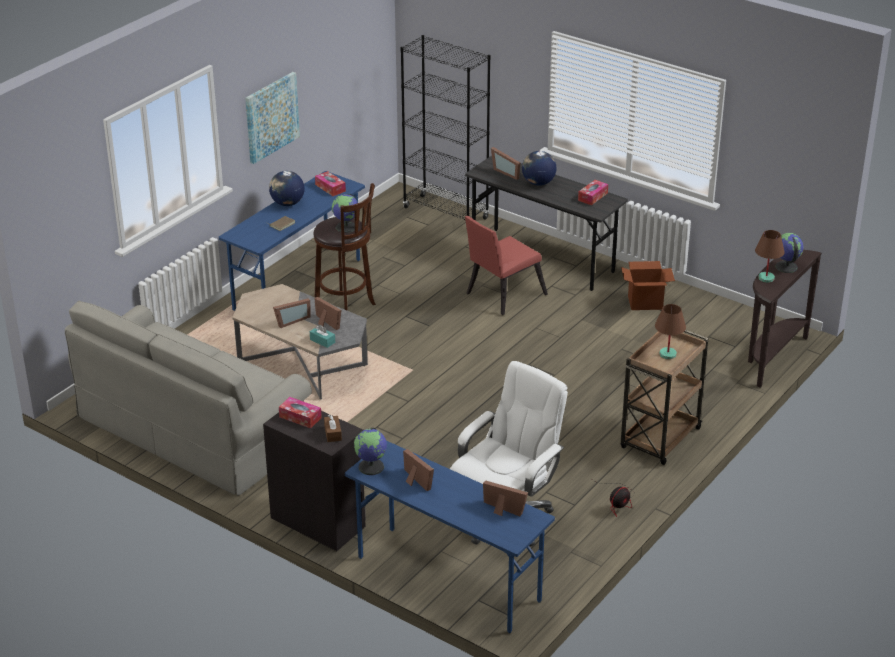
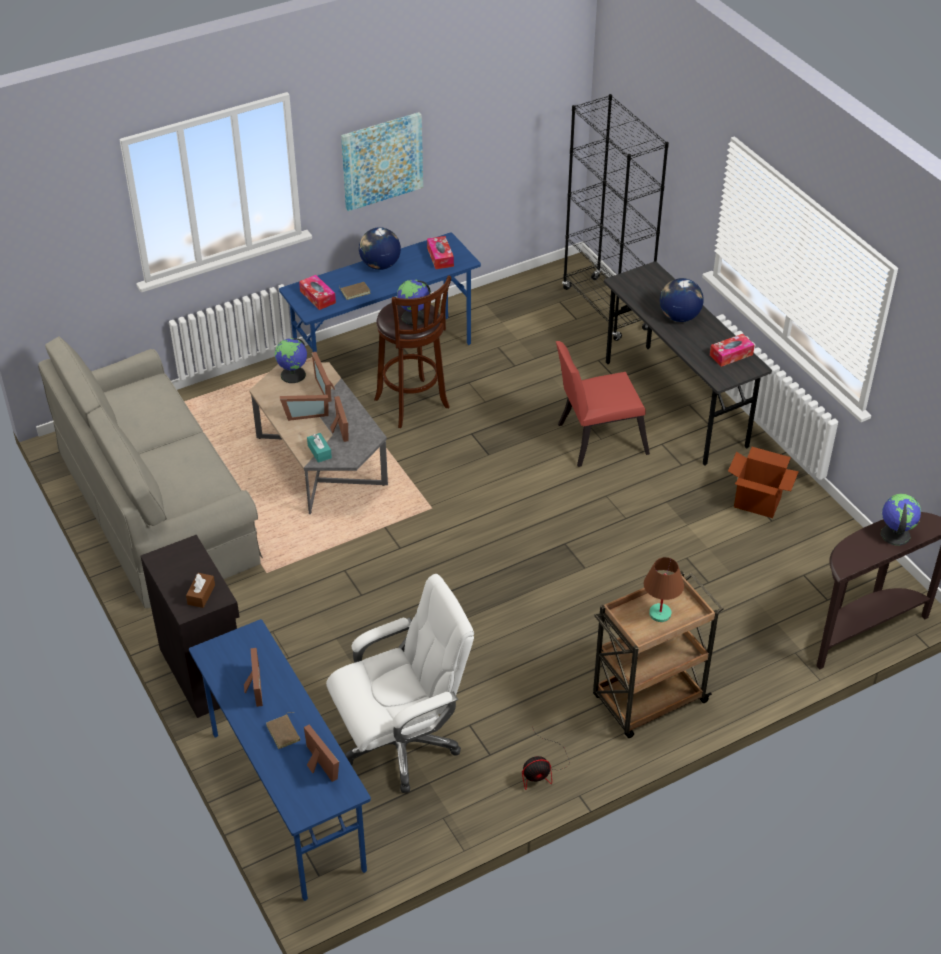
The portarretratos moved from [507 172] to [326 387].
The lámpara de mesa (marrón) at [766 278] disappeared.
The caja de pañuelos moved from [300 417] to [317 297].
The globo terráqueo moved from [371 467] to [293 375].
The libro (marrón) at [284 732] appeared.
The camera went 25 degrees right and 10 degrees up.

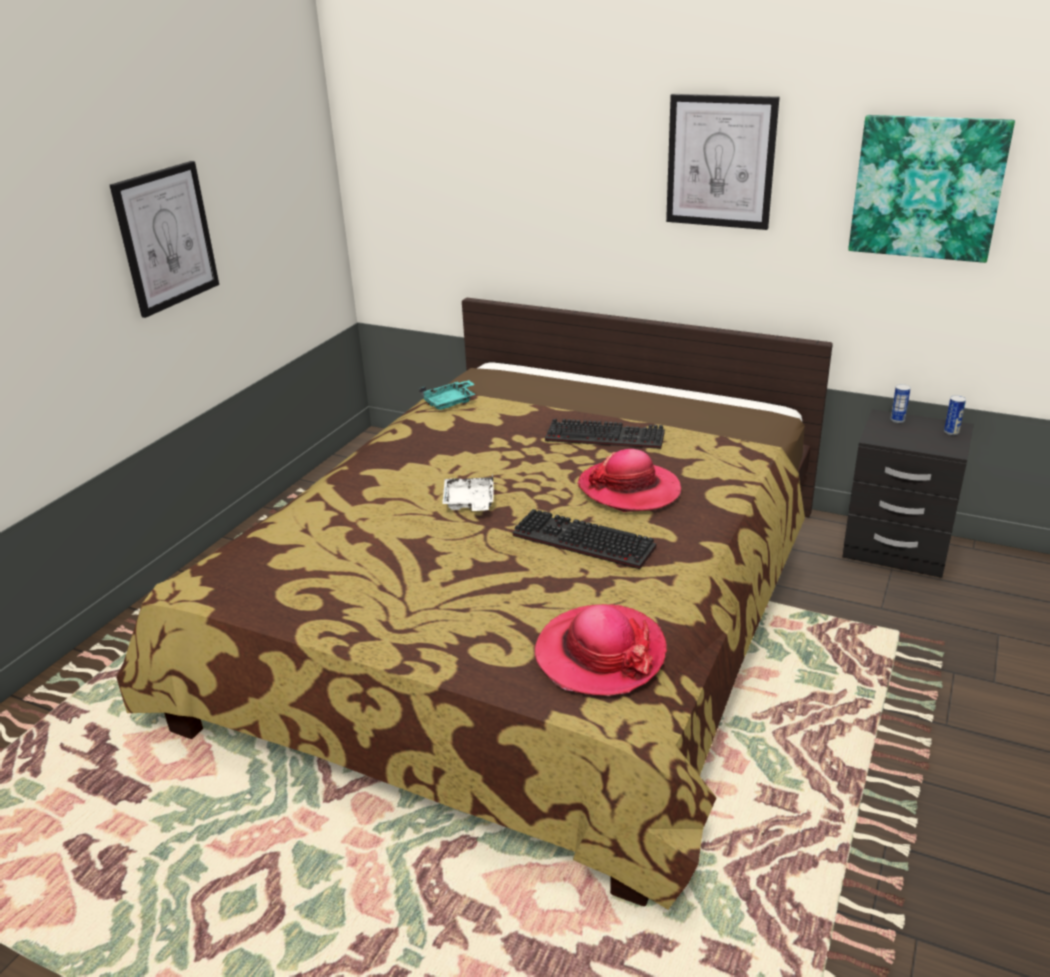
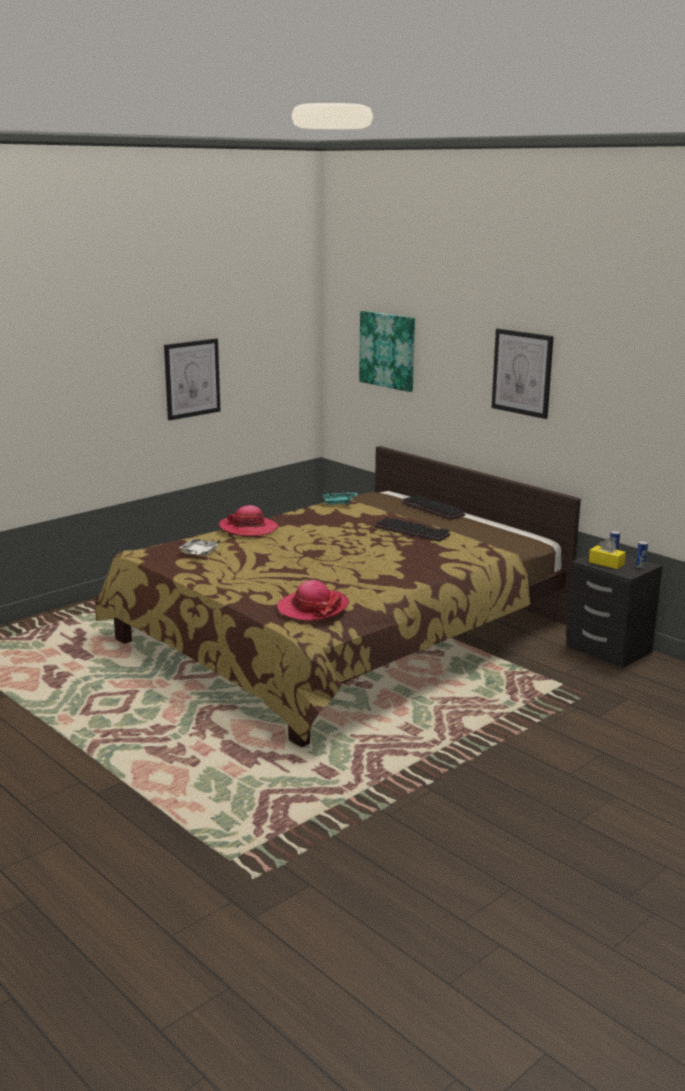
The cuadro moved from [927 187] to [388 350].
The sombrero moved from [629 489] to [248 529].
The bandeja (blanco) moved from [469 503] to [199 553].
The teclado moved from [580 542] to [431 509].
The caja de pañuelos (amarillo) at [606 563] appeared.
The camera went 20 degrees right and 10 degrees down.

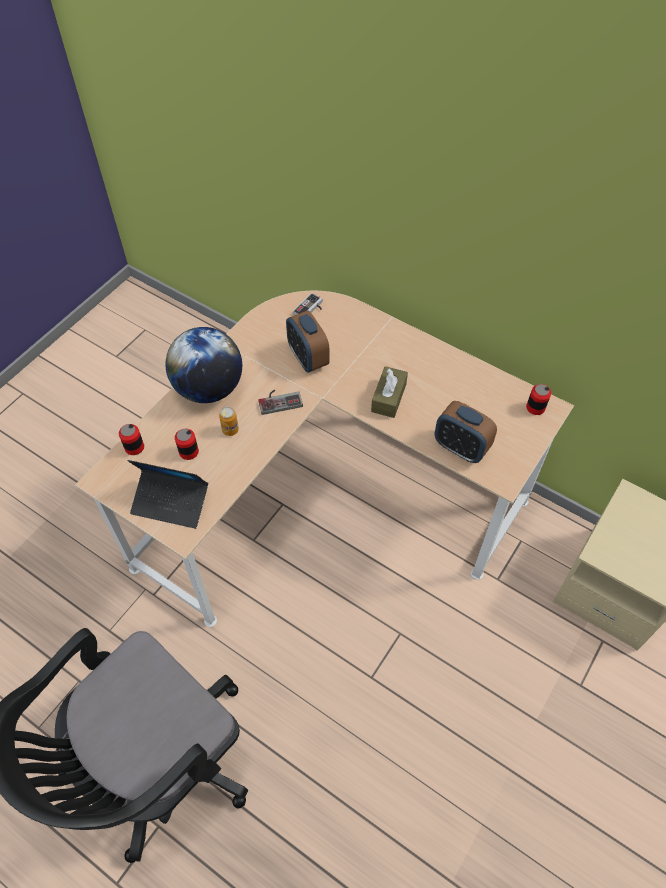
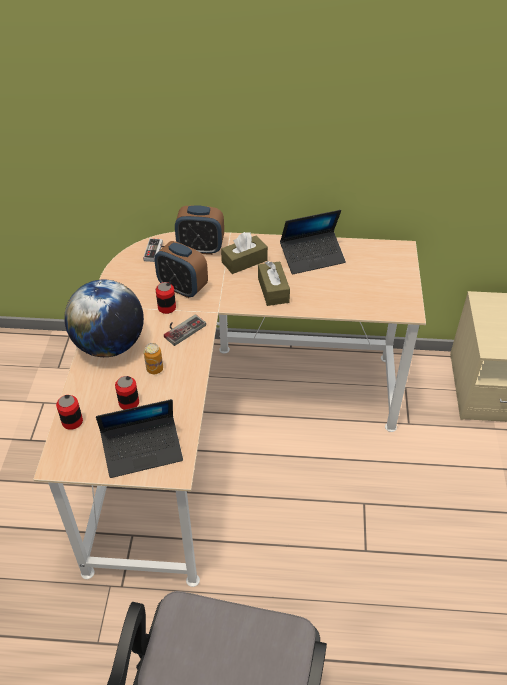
The lata moved from [535 408] to [167 308].
The despertador moved from [461 448] to [201 248].
The portátil at [312 257] appeared.
The caja de pañuelos (marrón) at [244 261] appeared.
The camera went 30 degrees left and 10 degrees down.

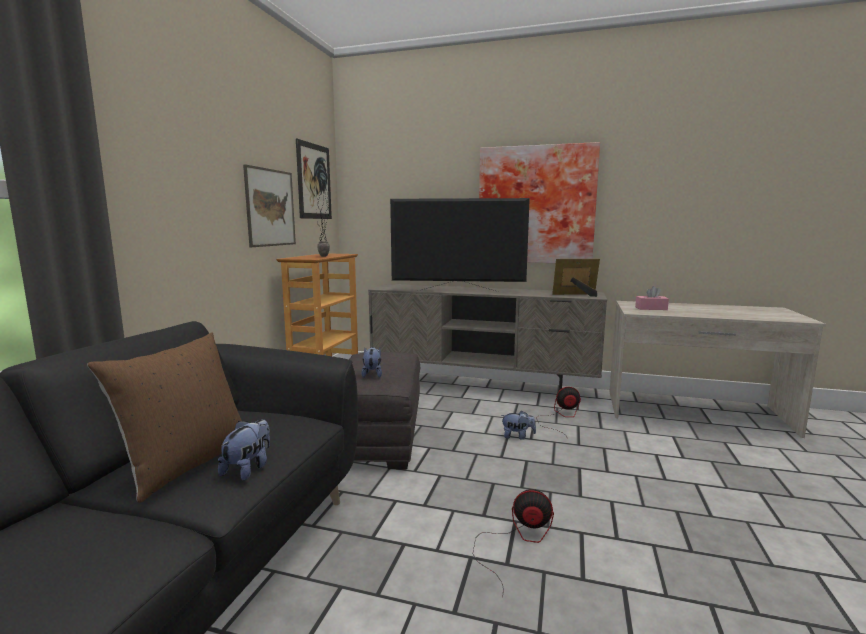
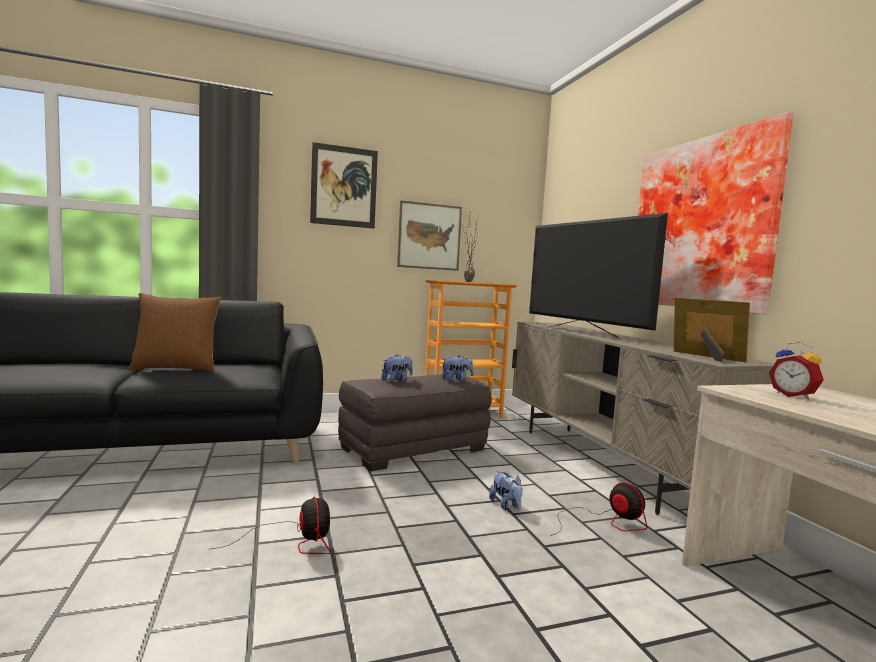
The cuadro moved from [314 181] to [344 186].
The caja de pañuelos (rosa) at [651 308] was replaced by the despertador at [794 396].
The peluche moved from [248 468] to [456 380].
The camera went 55 degrees right and 5 degrees down.

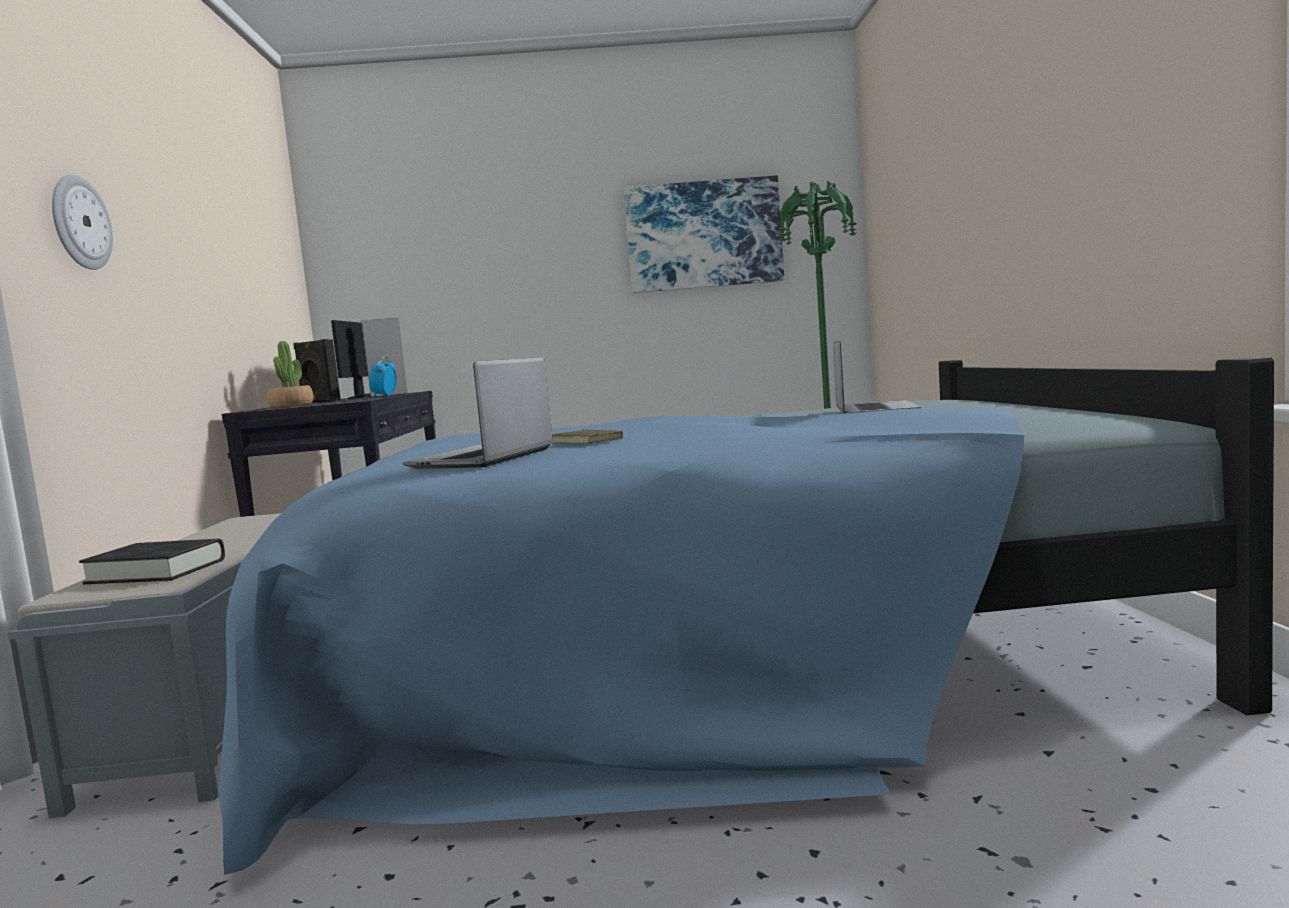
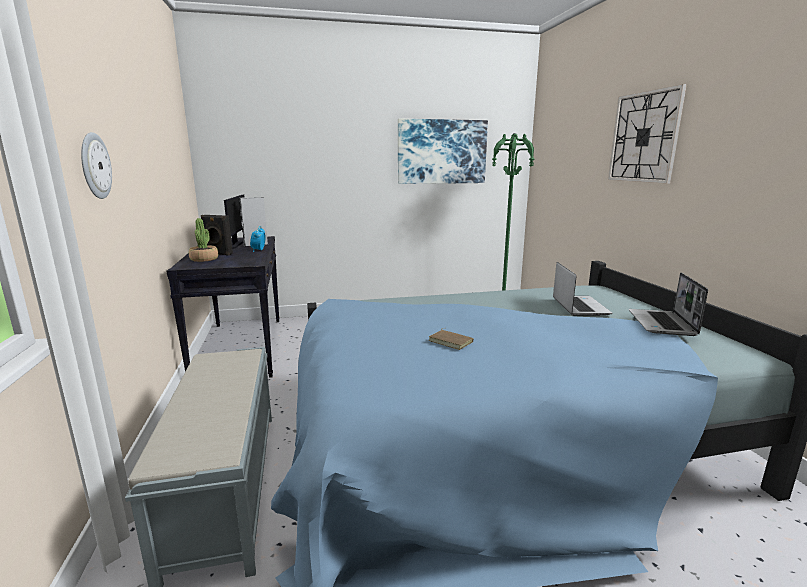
The portátil moved from [483 459] to [662 324].
The libro (negro) at [157 571] disappeared.
The reloj de pared at [644 137] appeared.
The camera went 10 degrees left and 10 degrees up.

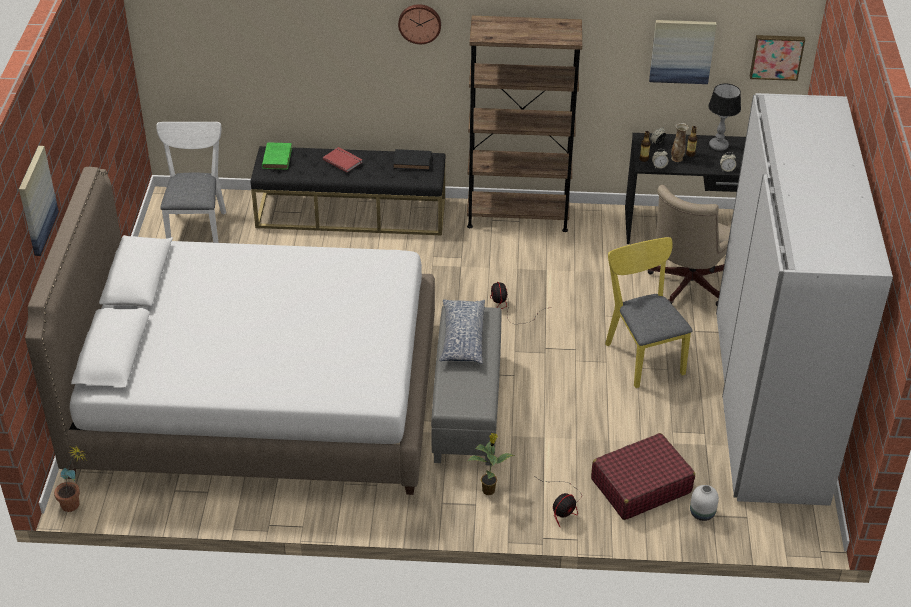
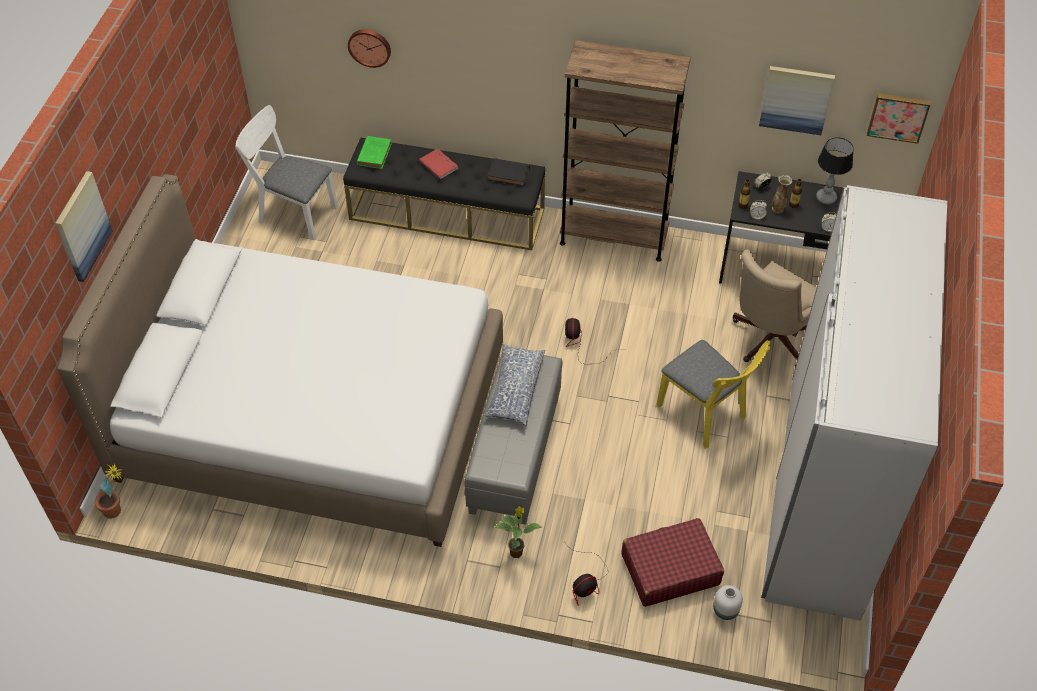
The reloj de pared moved from [419 23] to [370 47].
The silla (blanco) at [197 227] turned 75 degrees counterclockwise.
The silla (amarillo) at [642 354] turned 150 degrees clockwise.
The camera went 10 degrees right and 10 degrees up.

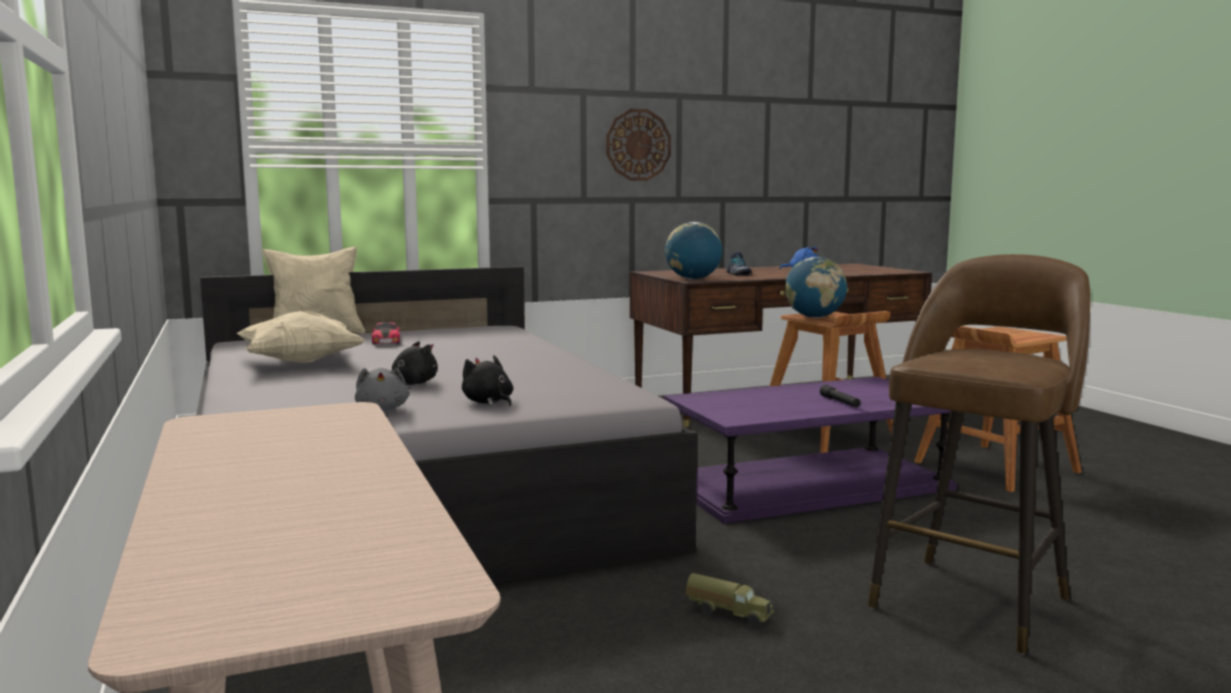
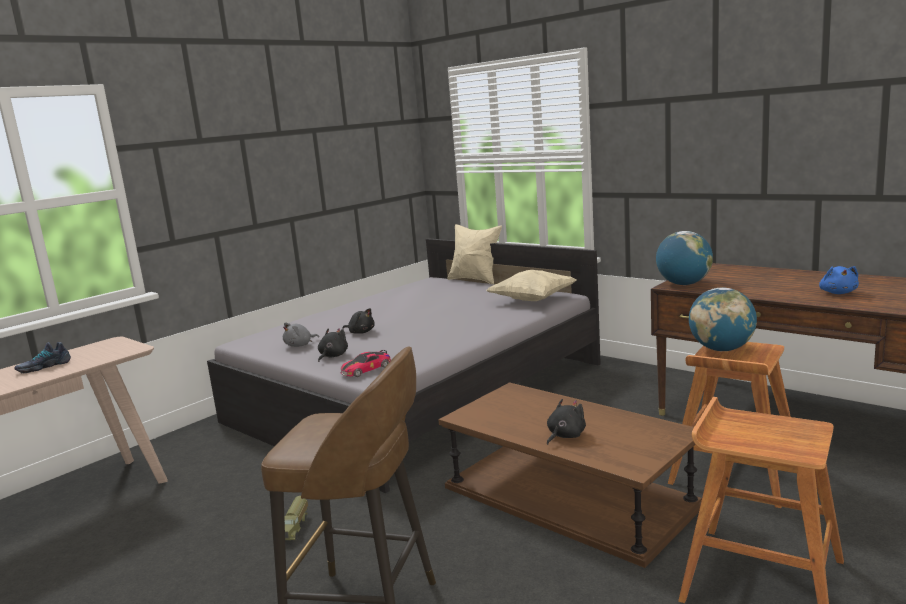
The reloj de pared at [638 145] disappeared.
The zapato moved from [738 274] to [44 367].
The cojín (beis) moved from [301 362] to [532 300].
The coche de juguete moved from [386 341] to [366 369].
The mesa de centro (morado) at [806 485] became the mesa de centro (marrón) at [567 496].
The linterna (negro) at [840 402] was replaced by the peluche (negro) at [565 436].
The camera went 65 degrees right and 5 degrees up.

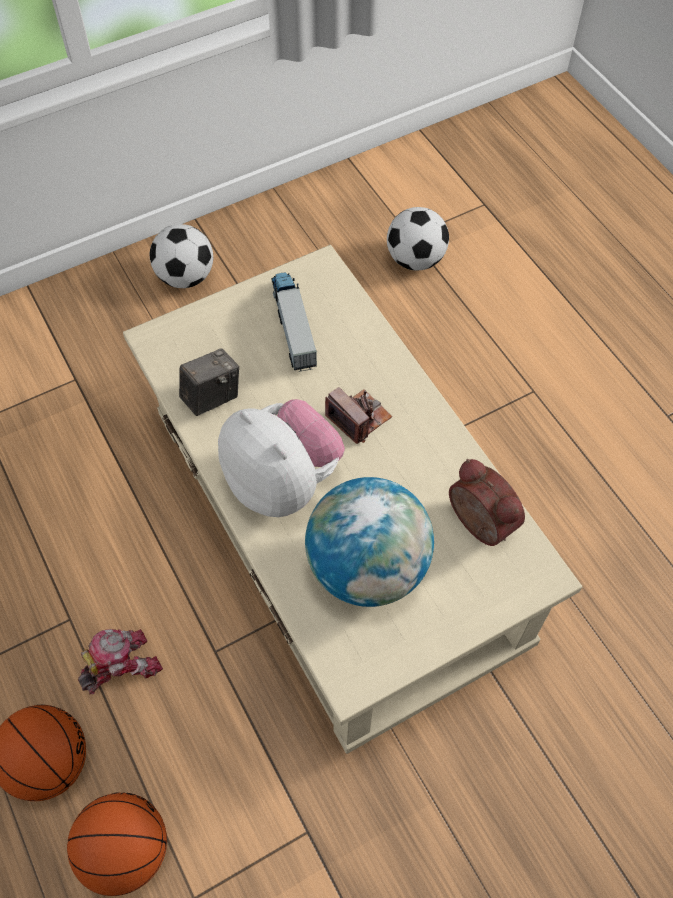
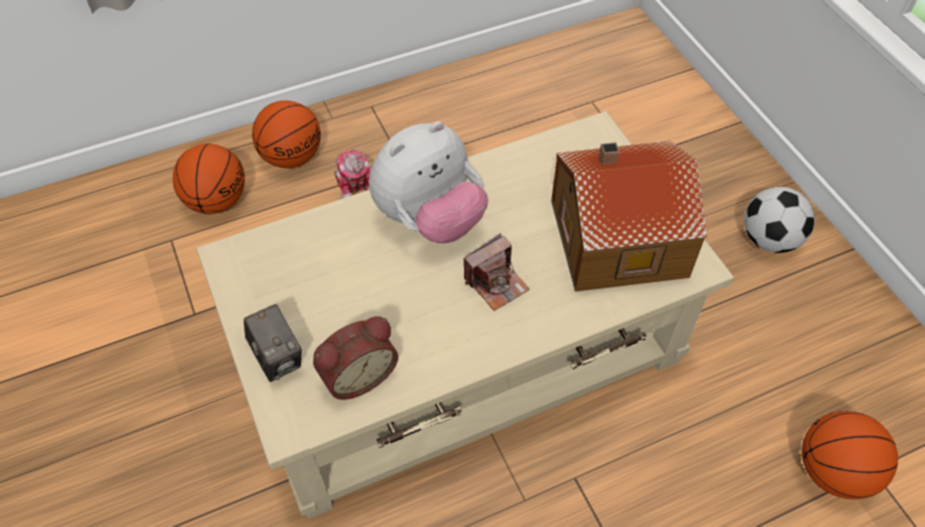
The balón de fútbol at [415 259] was replaced by the balón de baloncesto at [832 471].
The camión de juguete at [293 325] was replaced by the casita at [615 236].
The cámara moved from [211 397] to [278 358].
The globo terráqueo at [367 567] disappeared.
The camera went 95 degrees right and 5 degrees down.

